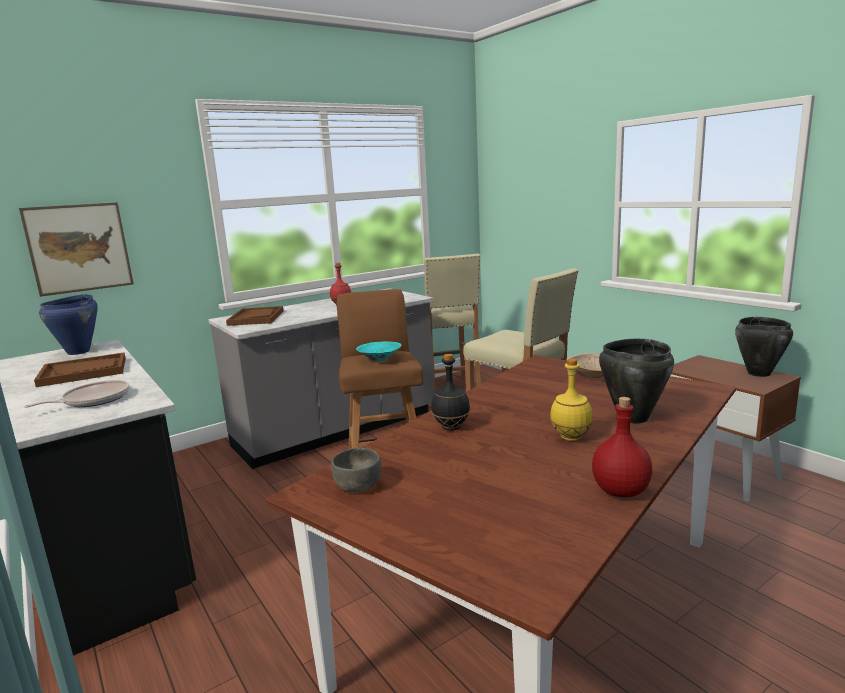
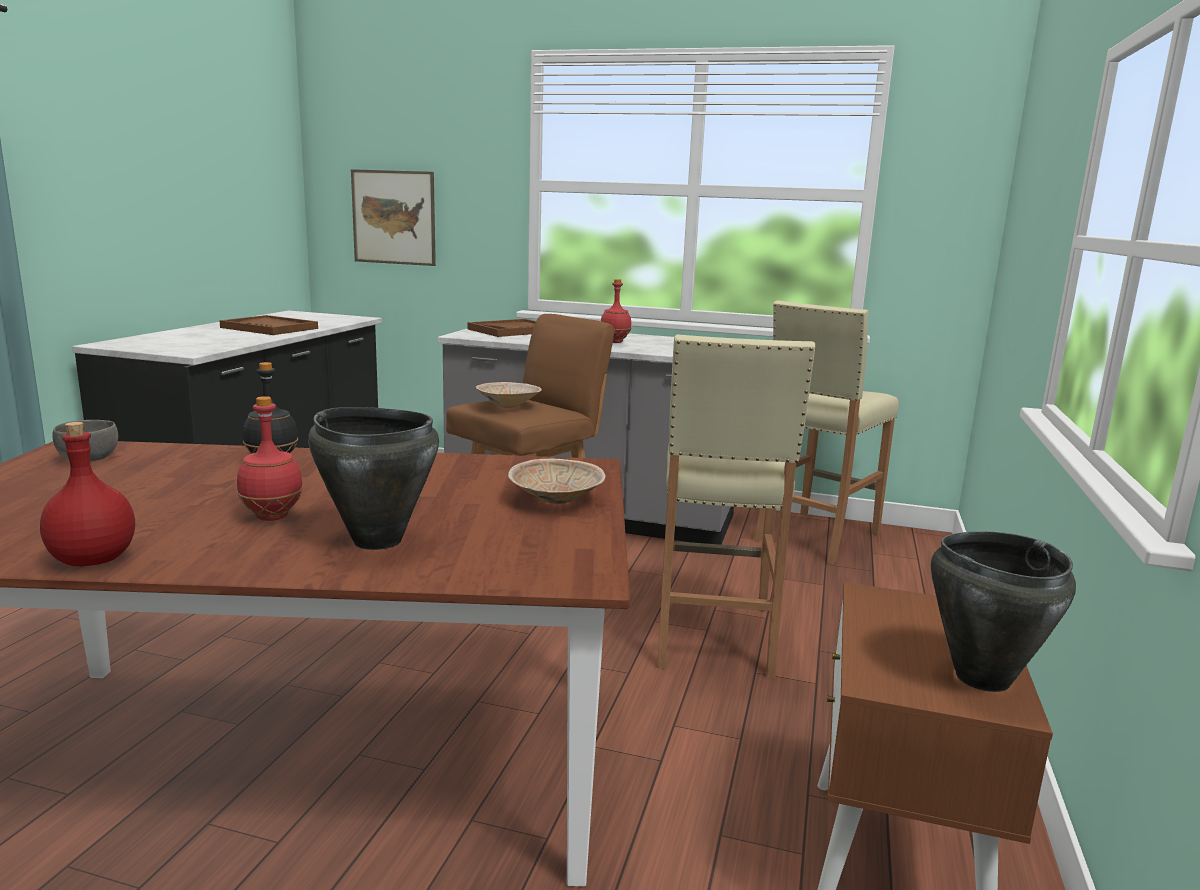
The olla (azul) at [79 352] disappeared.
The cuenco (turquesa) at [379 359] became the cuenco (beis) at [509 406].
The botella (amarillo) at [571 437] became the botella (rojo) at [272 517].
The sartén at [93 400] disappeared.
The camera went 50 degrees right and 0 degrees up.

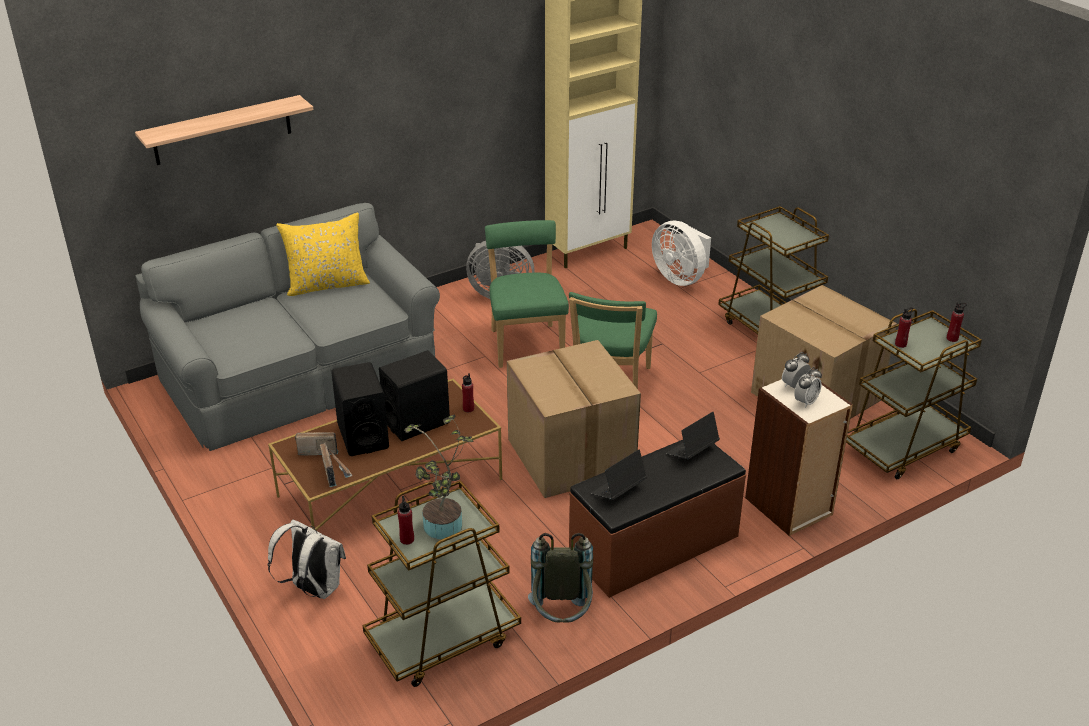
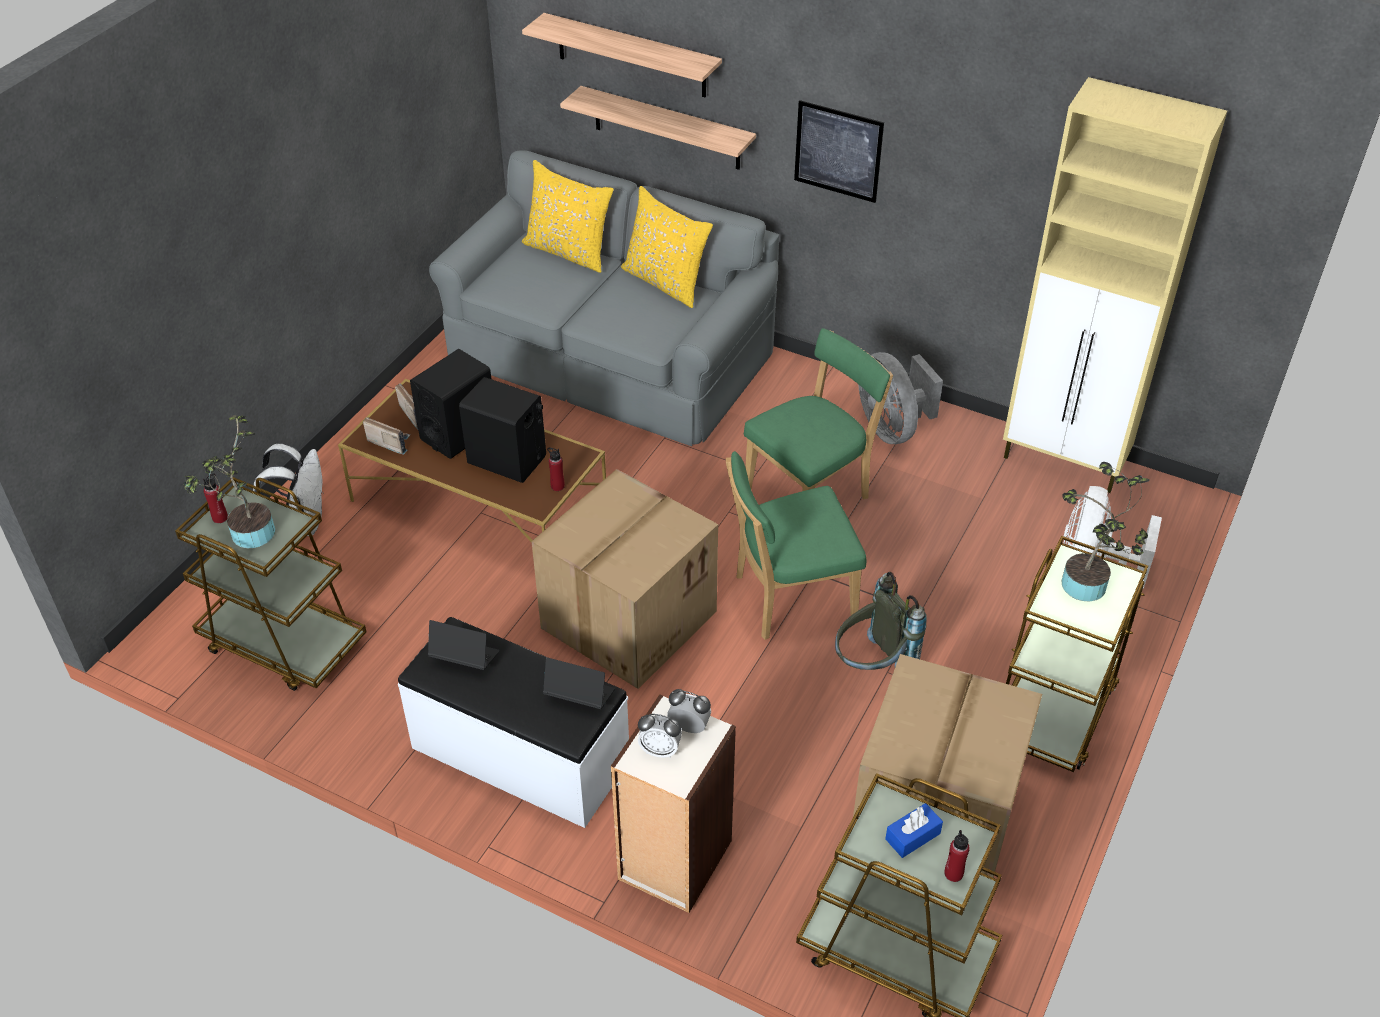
The botella (rojo) at [900 344] disappeared.
The banco (marrón) at [655 546] became the banco (blanco) at [519 755].
The radio at [335 473] turned 105 degrees counterclockwise.
The mochila (gris) moved from [561 618] to [872 666].
The estante at [666 128] appeared.
The cuadro at [838 151] appeared.
The cojín (amarillo) at [569 252] appeared.
The planta en maceta at [1088 588] appeared.
The caja de pañuelos (azul) at [912 836] appeared.
The camera went 60 degrees right and 10 degrees up.

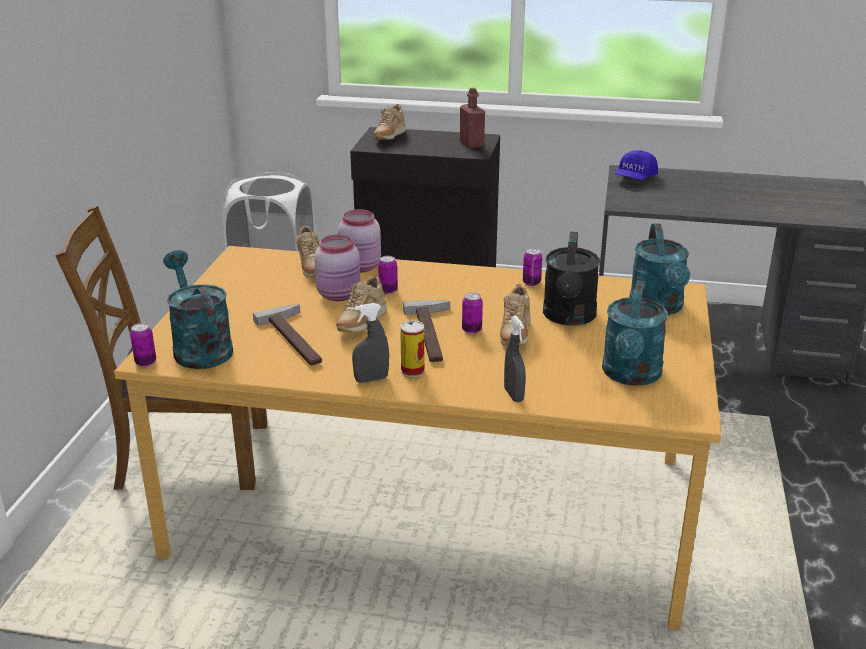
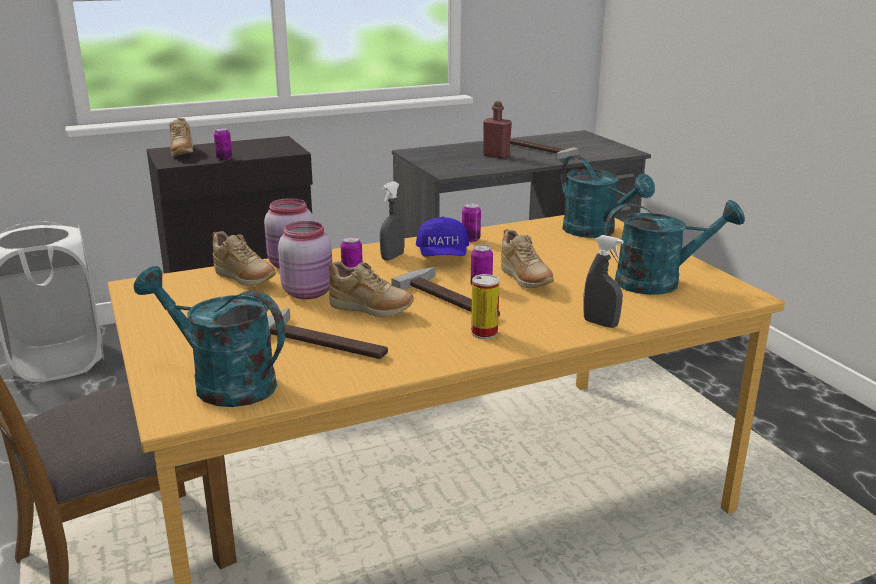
The botella (rojo) moved from [471 144] to [496 155].
The gorra (azul) moved from [634 178] to [443 255].
The regadera (negro) at [569 318] disappeared.
The zapato (beis) at [360 324] turned 60 degrees counterclockwise.
The regadera (turquesa) at [631 376] turned 75 degrees counterclockwise.
The pulverizador (gris) moved from [371 379] to [392 257].
The lata moved from [145 362] to [224 159].
The martillo at [538 150] appeared.
The camera went 35 degrees left and 5 degrees down.

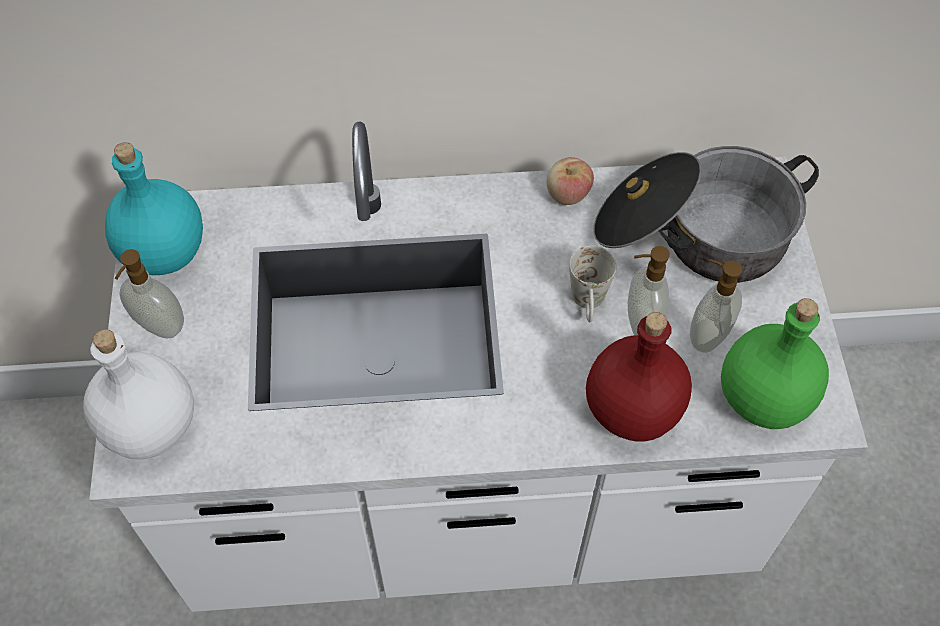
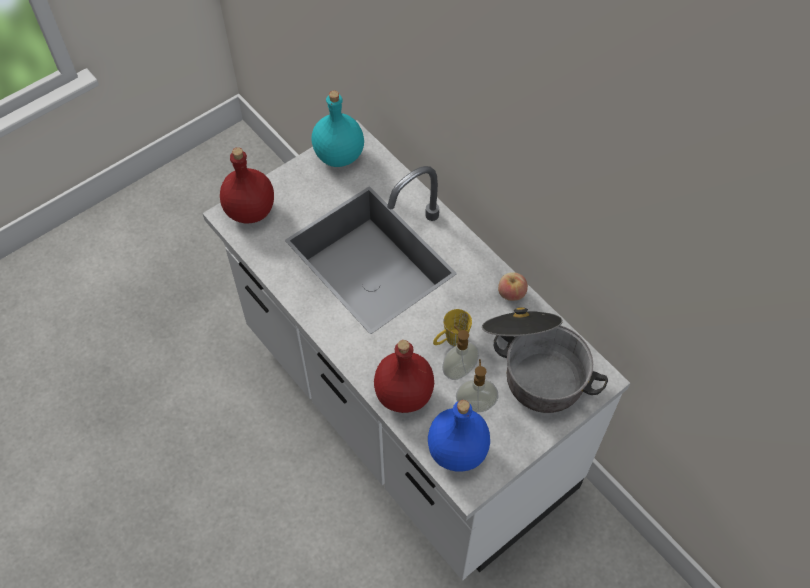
The taza grande (blanco) at [588 304] became the taza grande (amarillo) at [450 341].
The dispensador de jabón at [159 327] disappeared.
The botella (verde) at [765 397] became the botella (azul) at [458 451].
The botella (blanco) at [153 426] became the botella (rojo) at [251 211].
The camera went 55 degrees right and 0 degrees up.

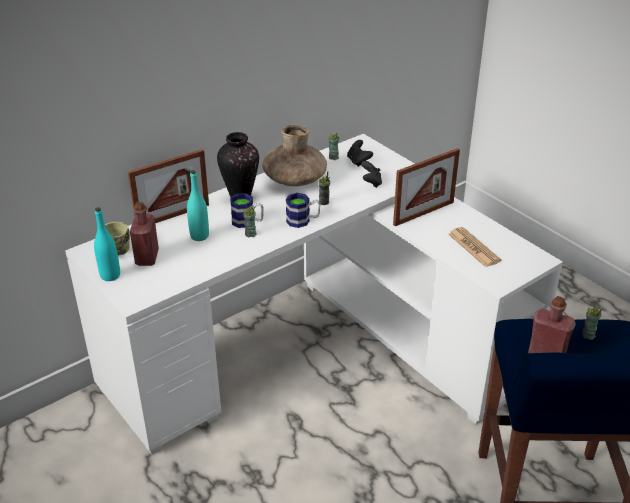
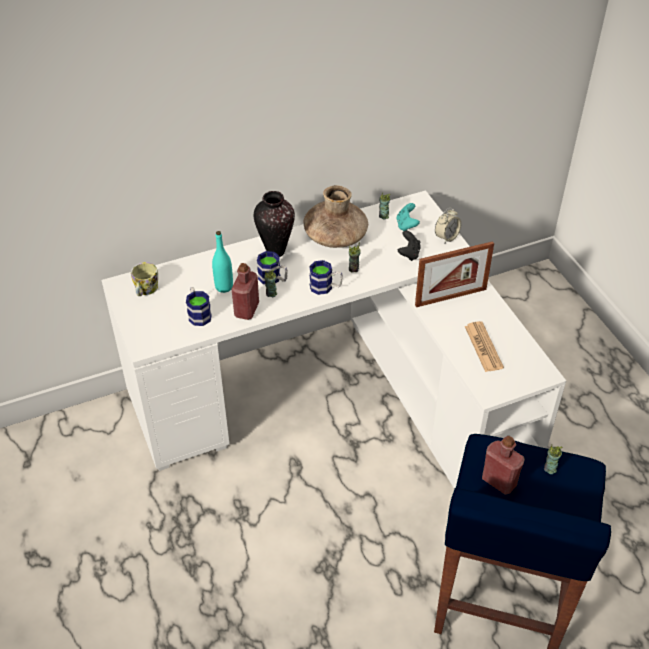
The mando de consola (negro) at [358 161] became the mando de consola (turquesa) at [406 225].
The portarretratos at [173 216] disappeared.
The botella (rojo) moved from [147 257] to [246 310].
The botella (turquesa) at [110 275] disappeared.
The despertador at [446 237] appeared.
The taza grande at [198 314] appeared.
The camera went 15 degrees right and 10 degrees up.

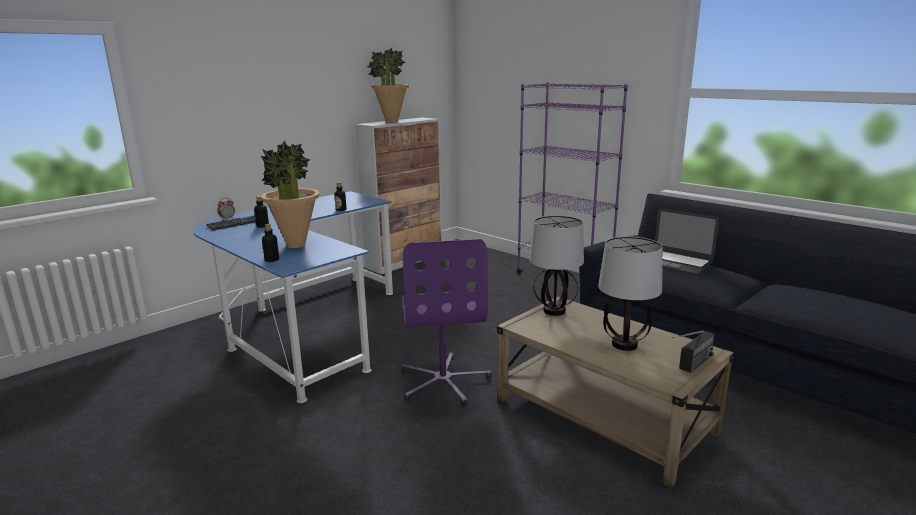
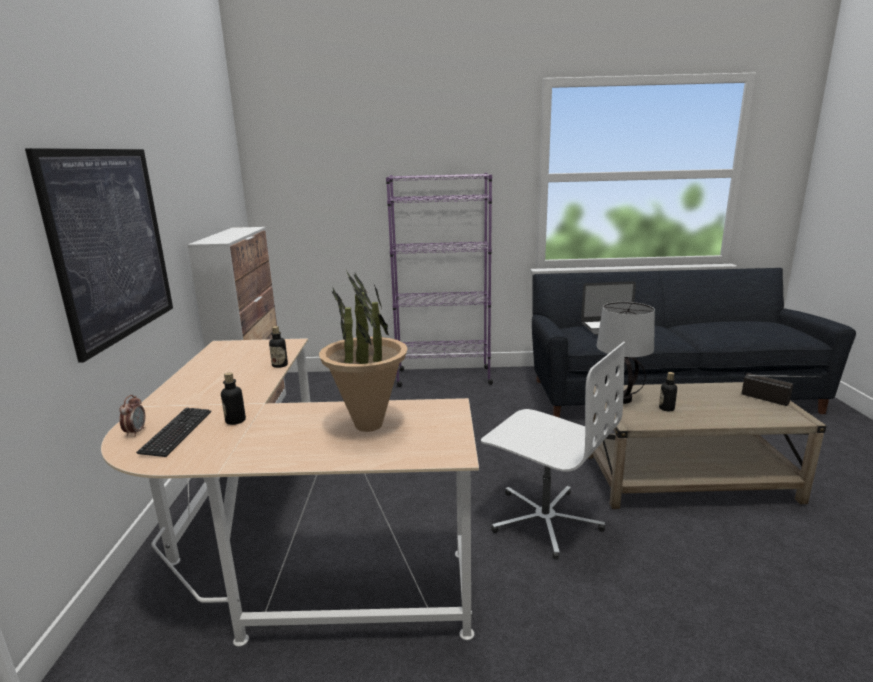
The planta en maceta at [391 122] disappeared.
The escritorio (azul) at [304 327] became the escritorio (beis) at [287 550].
The botella moved from [272 260] to [666 408].
The lámpara de mesa at [624 344] disappeared.
The silla de oficina (morado) at [444 381] became the silla de oficina (blanco) at [545 519].
The radio at [691 367] turned 45 degrees counterclockwise.
The cuadro at [111 245] appeared.
The camera went 45 degrees left and 0 degrees up.

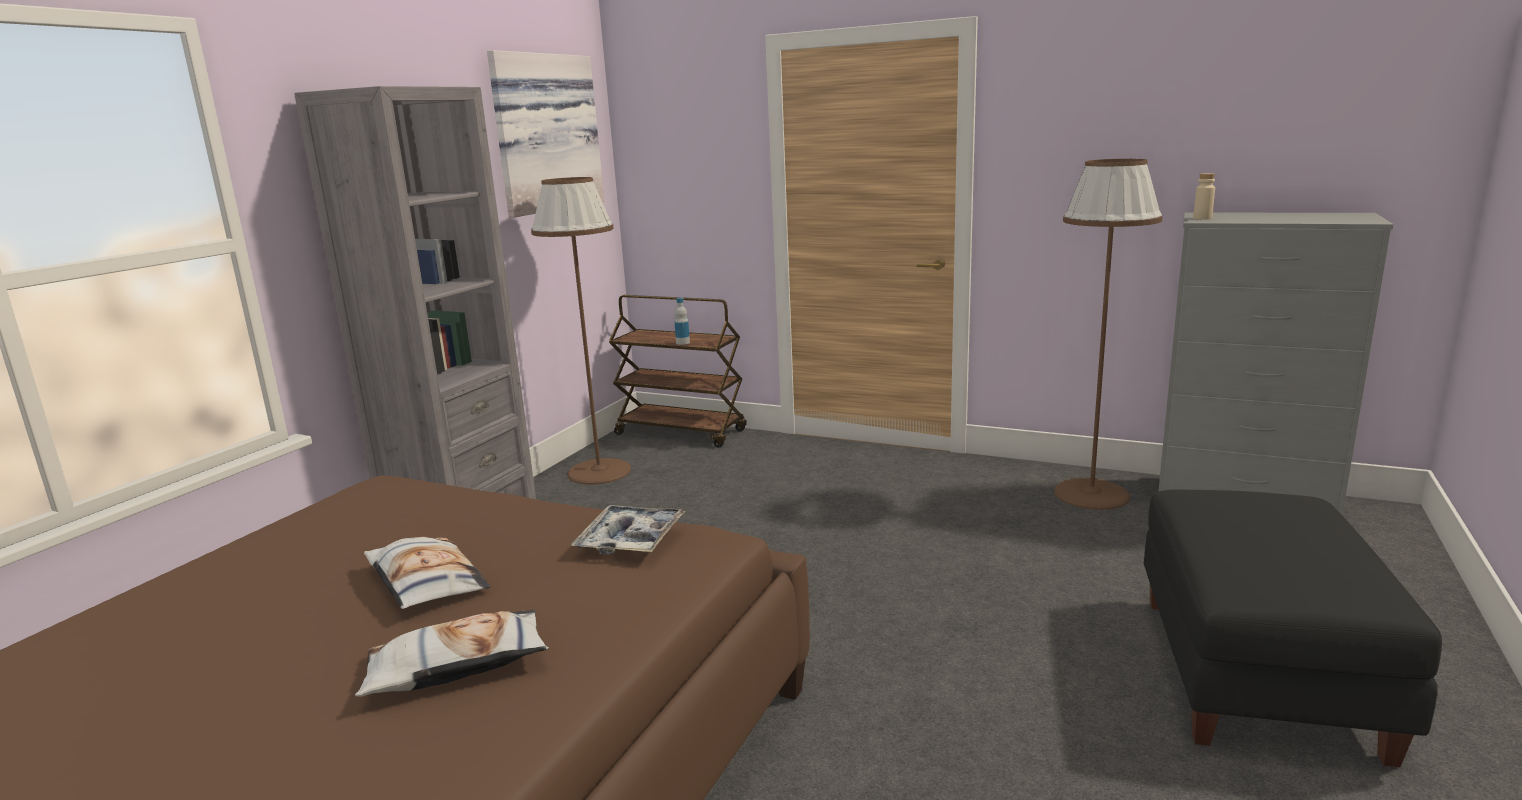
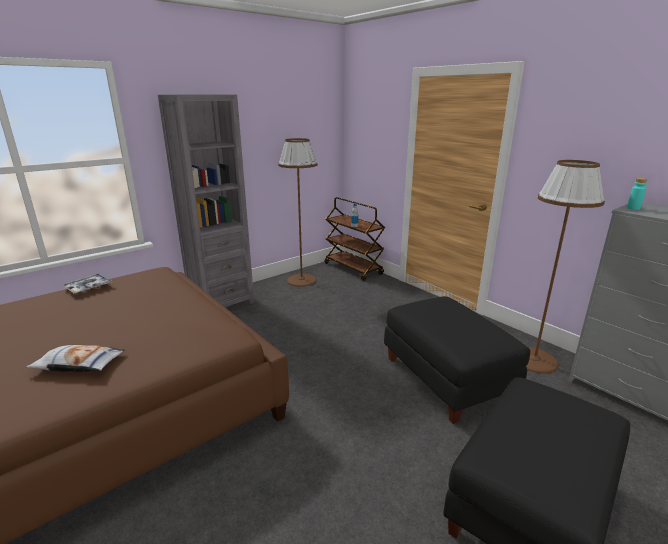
The cuadro at [543 133] disappeared.
The botella (beis) at [1202 218] became the botella (turquesa) at [633 208].
The bandeja moved from [630 539] to [88 287].
The cojín at [425 582] disappeared.
The puf (negro) at [447 378] appeared.
The camera went 25 degrees right and 5 degrees up.

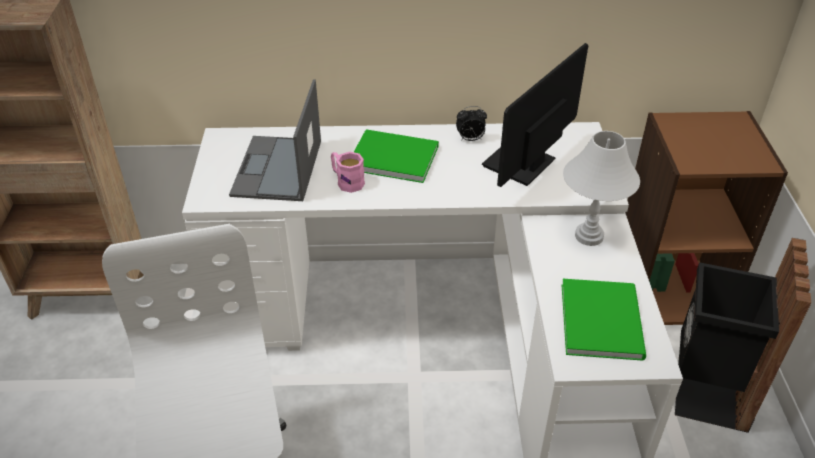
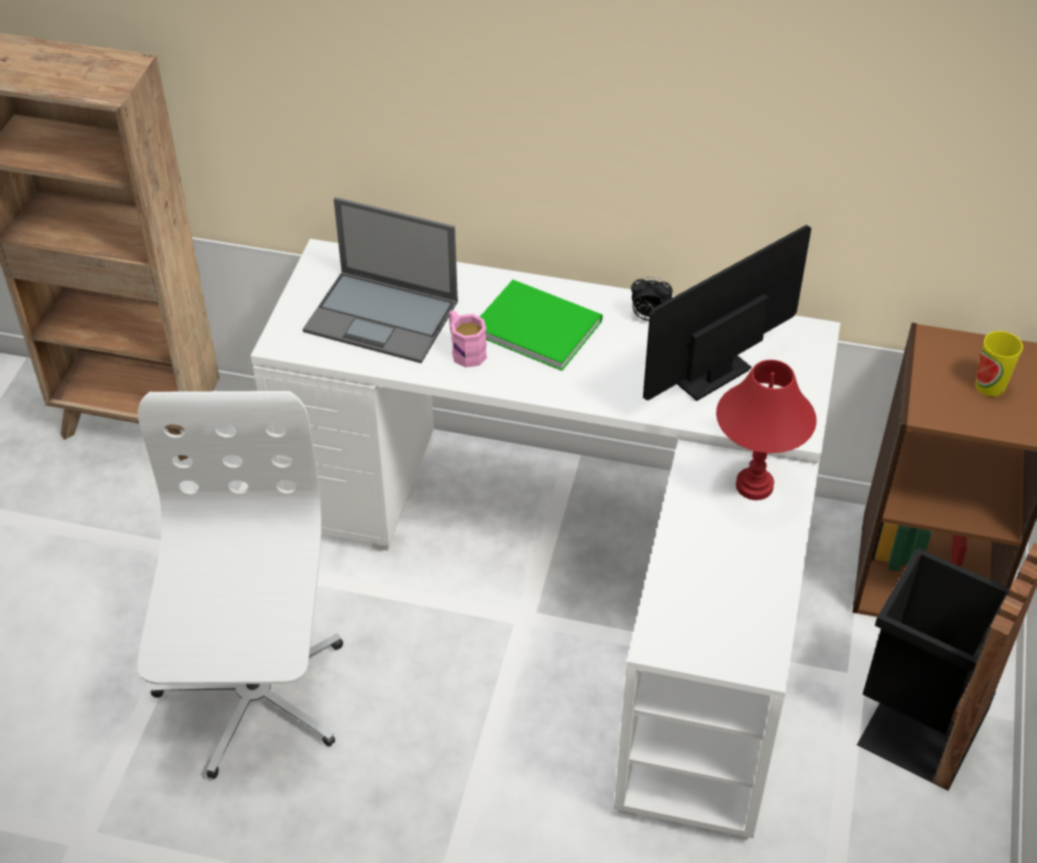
The portátil at [277 169] turned 90 degrees counterclockwise.
The lámpara de mesa (blanco) at [588 236] became the lámpara de mesa (rojo) at [753 486].
The libro (verde) at [603 319] disappeared.
The taza at [990 385] appeared.
The camera went 15 degrees right and 5 degrees up.

